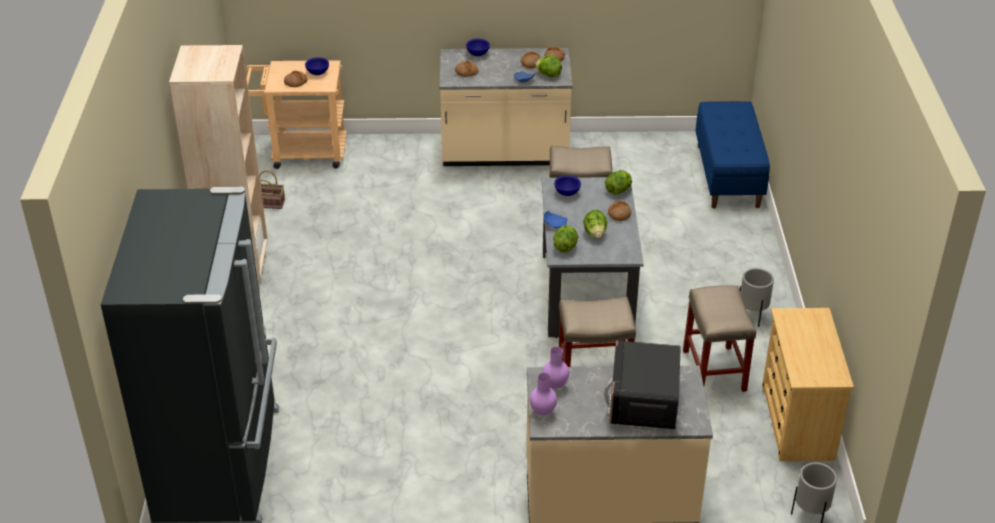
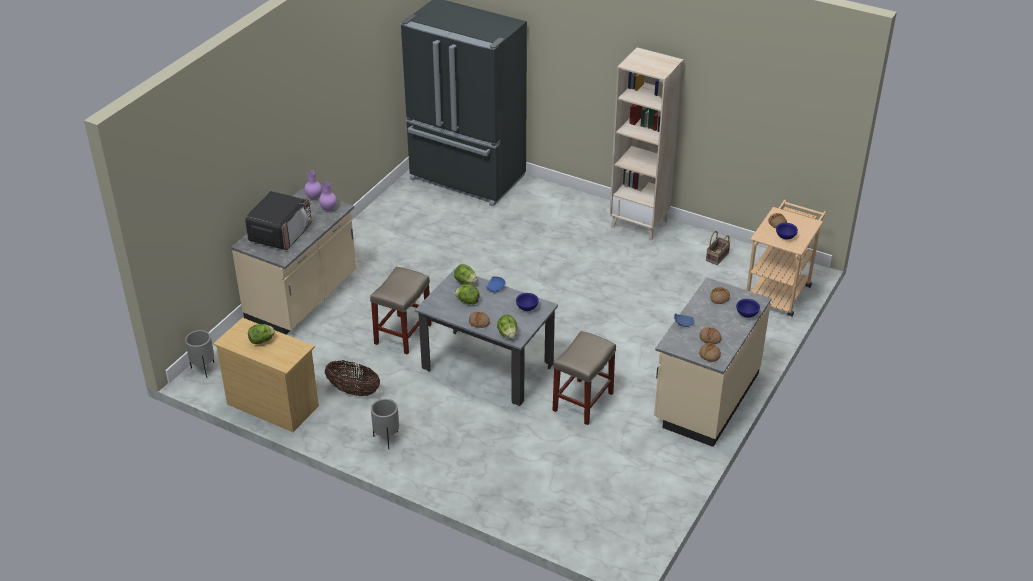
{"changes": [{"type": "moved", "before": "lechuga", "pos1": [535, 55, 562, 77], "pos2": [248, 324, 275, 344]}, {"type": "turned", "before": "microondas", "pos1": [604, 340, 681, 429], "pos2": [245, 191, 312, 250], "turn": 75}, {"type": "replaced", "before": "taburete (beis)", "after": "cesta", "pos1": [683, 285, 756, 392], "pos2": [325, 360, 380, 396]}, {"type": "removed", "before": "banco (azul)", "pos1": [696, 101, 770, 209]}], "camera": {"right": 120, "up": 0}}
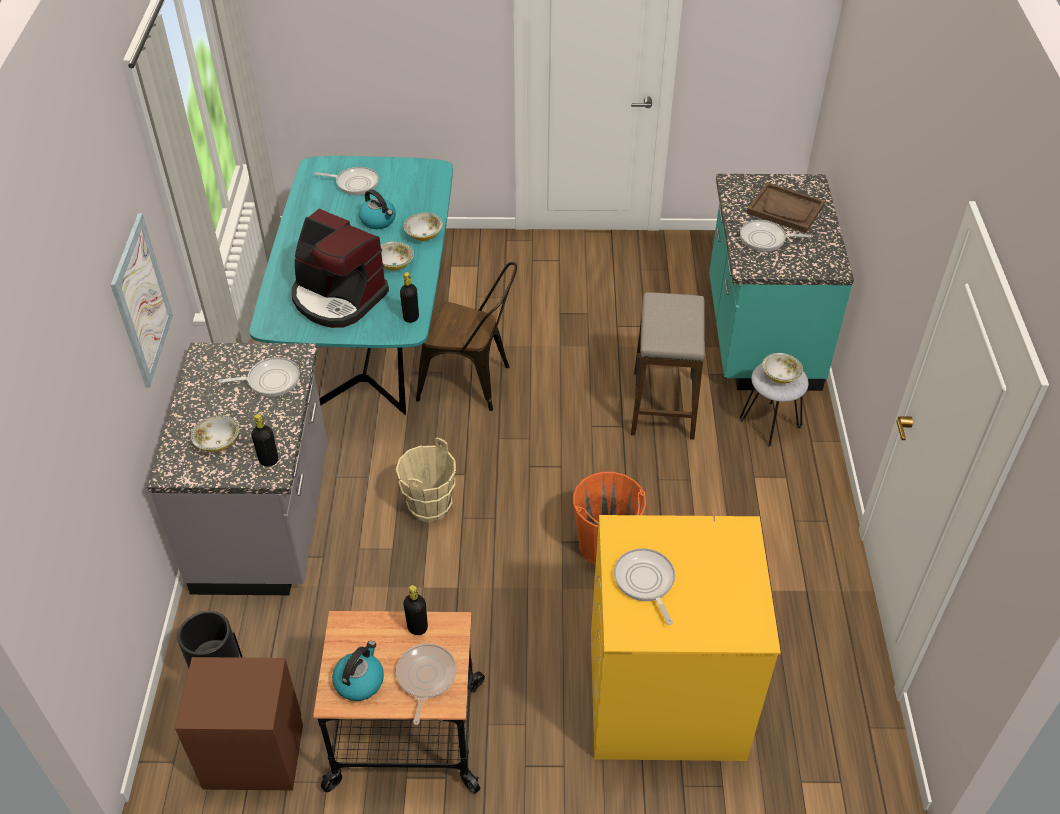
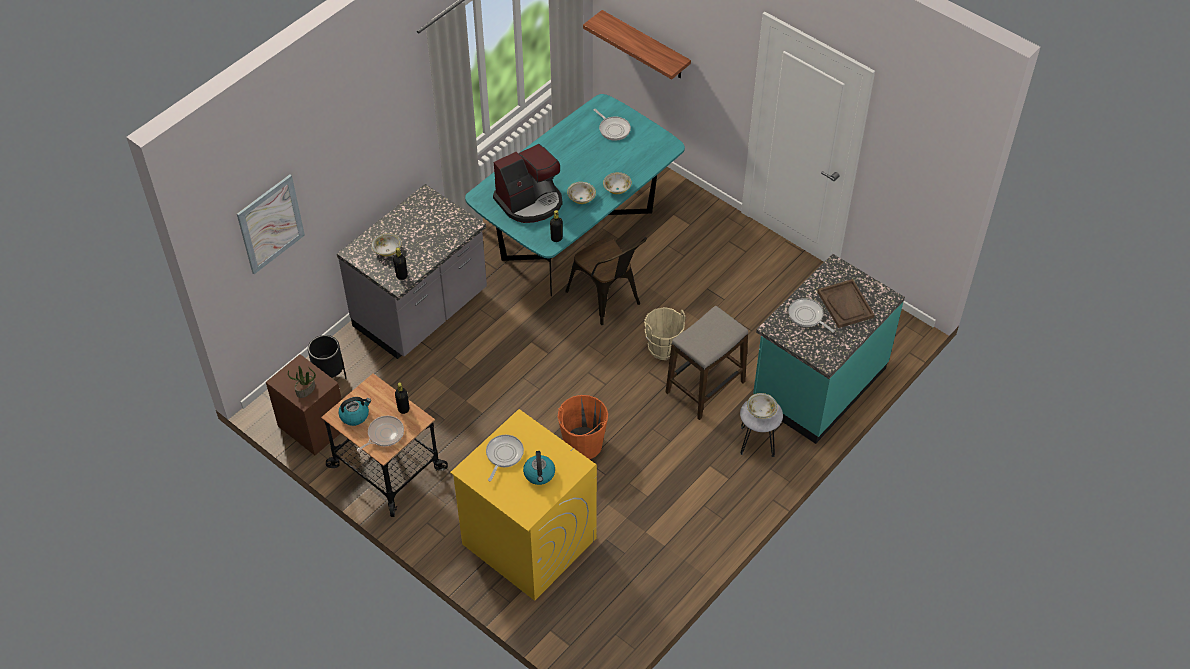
{"changes": [{"type": "moved", "before": "cuadro", "pos1": [111, 213, 173, 387], "pos2": [237, 175, 305, 274]}, {"type": "removed", "before": "sartén", "pos1": [218, 357, 300, 397]}, {"type": "turned", "before": "cafetera", "pos1": [292, 209, 389, 328], "pos2": [493, 144, 563, 223], "turn": -105}, {"type": "moved", "before": "hervidor", "pos1": [359, 189, 396, 229], "pos2": [523, 451, 555, 485]}, {"type": "moved", "before": "cubo (beis)", "pos1": [396, 438, 456, 522], "pos2": [644, 307, 686, 360]}, {"type": "added", "after": "planta en maceta", "pos2": [288, 366, 316, 398]}, {"type": "added", "after": "estante", "pos2": [583, 10, 691, 79]}], "camera": {"right": 40, "up": 5}}
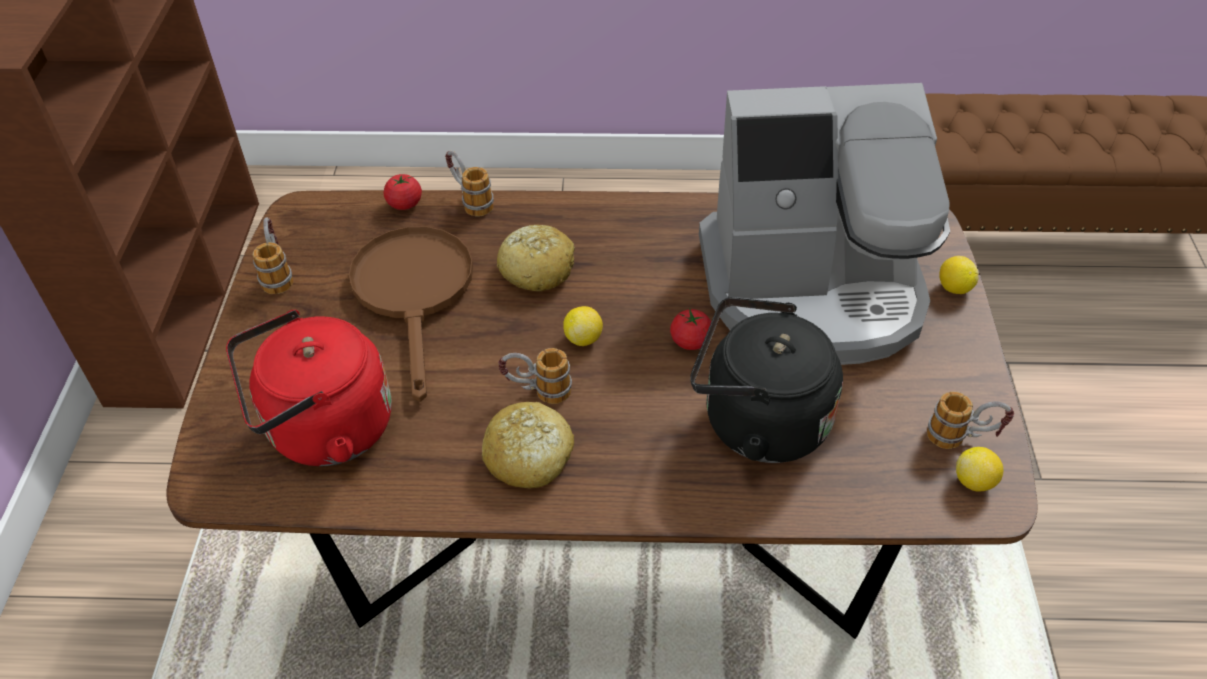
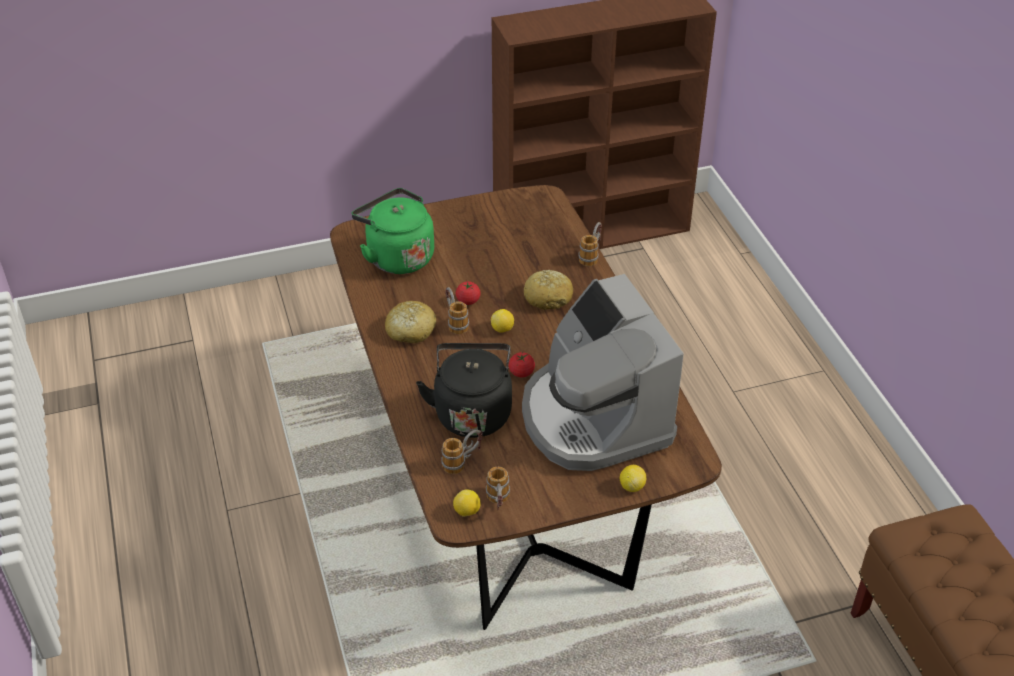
{"changes": [{"type": "recoloured", "before": "hervidor (rojo)", "after": "hervidor (verde)", "pos1": [226, 310, 391, 466], "pos2": [352, 188, 434, 274]}, {"type": "moved", "before": "taza grande", "pos1": [253, 217, 293, 294], "pos2": [441, 430, 483, 474]}, {"type": "removed", "before": "sartén (marrón)", "pos1": [349, 226, 473, 402]}, {"type": "moved", "before": "tomate", "pos1": [384, 174, 422, 210], "pos2": [456, 281, 481, 305]}], "camera": {"right": 70, "up": -5}}
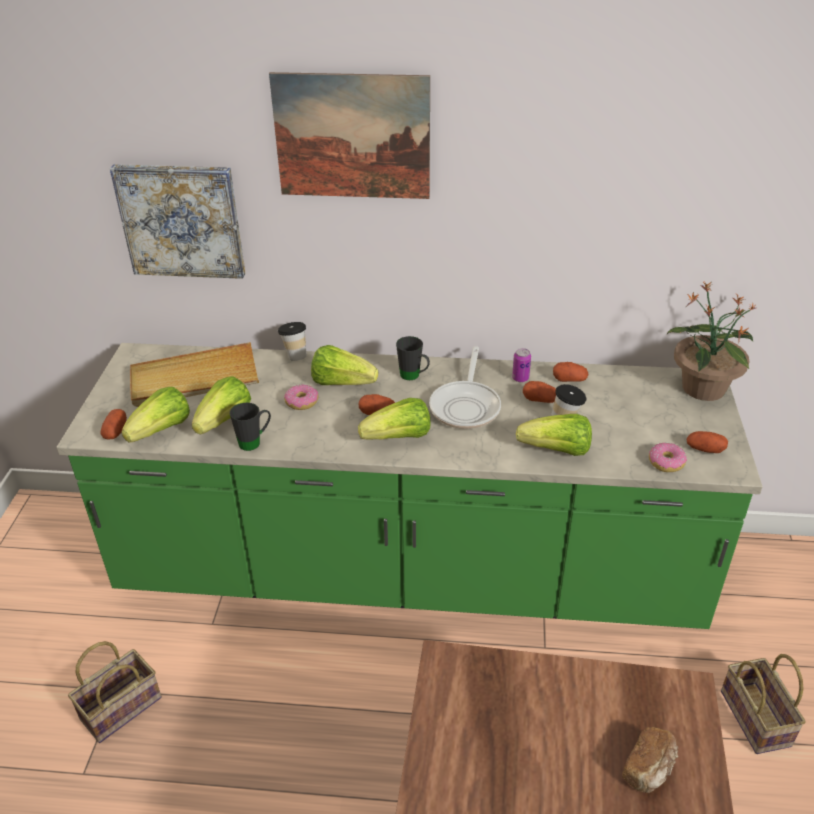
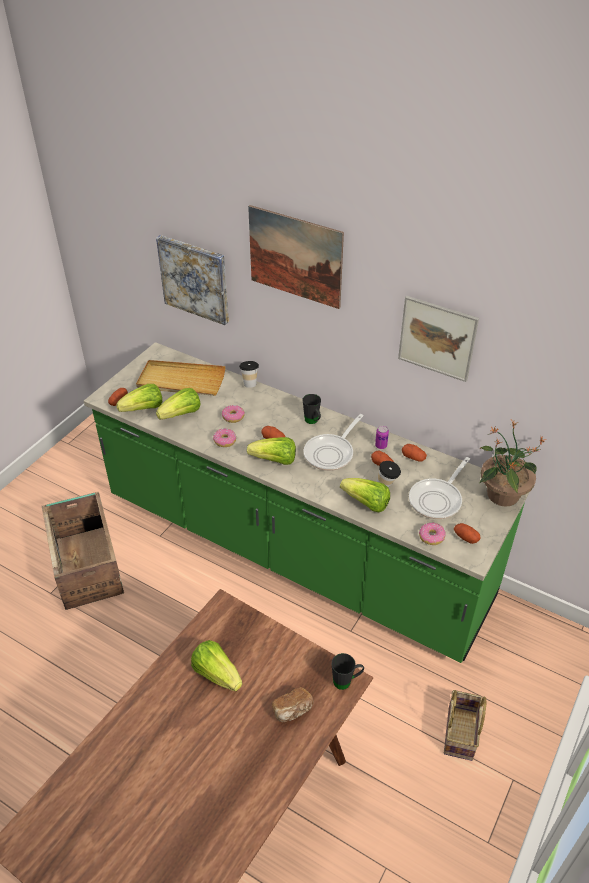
{"changes": [{"type": "replaced", "before": "cesta", "after": "caja de embalaje", "pos1": [68, 641, 162, 743], "pos2": [42, 492, 124, 610]}, {"type": "moved", "before": "taza grande (negro)", "pos1": [230, 403, 271, 451], "pos2": [332, 653, 364, 690]}, {"type": "moved", "before": "lechuga", "pos1": [311, 345, 378, 385], "pos2": [191, 640, 242, 691]}, {"type": "added", "after": "rosquilla", "pos2": [213, 429, 236, 447]}, {"type": "added", "after": "cuadro", "pos2": [398, 296, 479, 382]}, {"type": "added", "after": "sartén", "pos2": [409, 457, 470, 519]}], "camera": {"right": 25, "up": 5}}
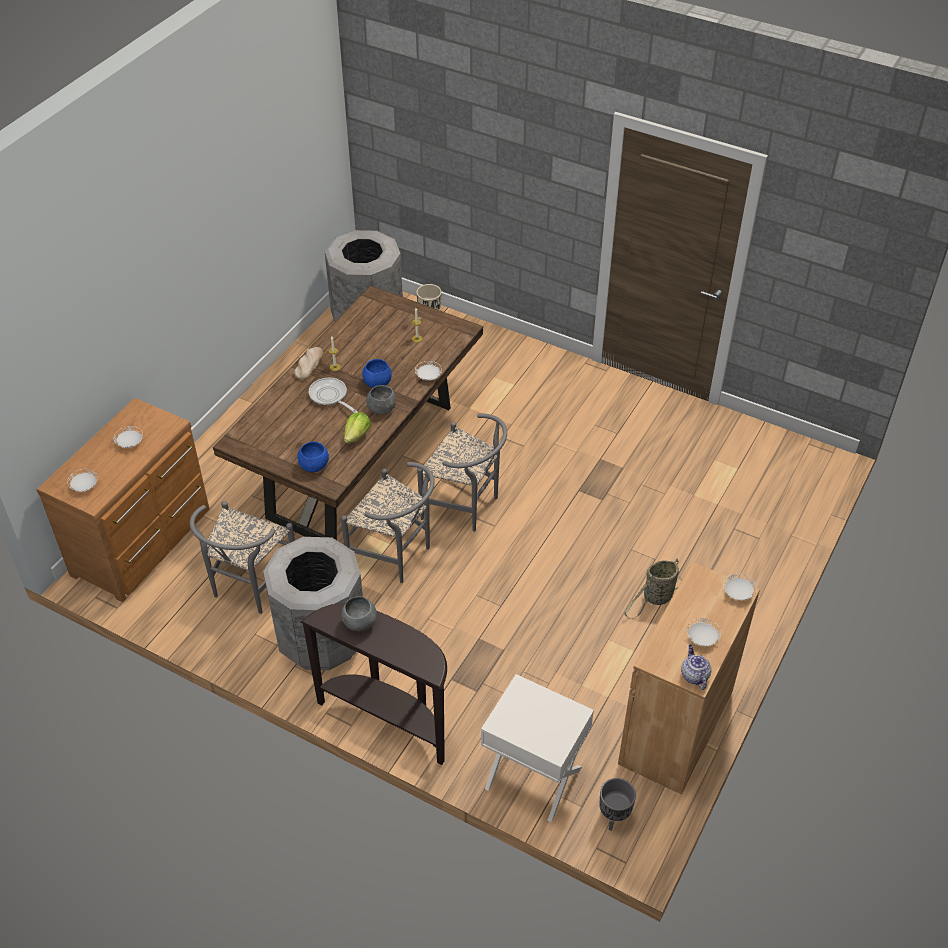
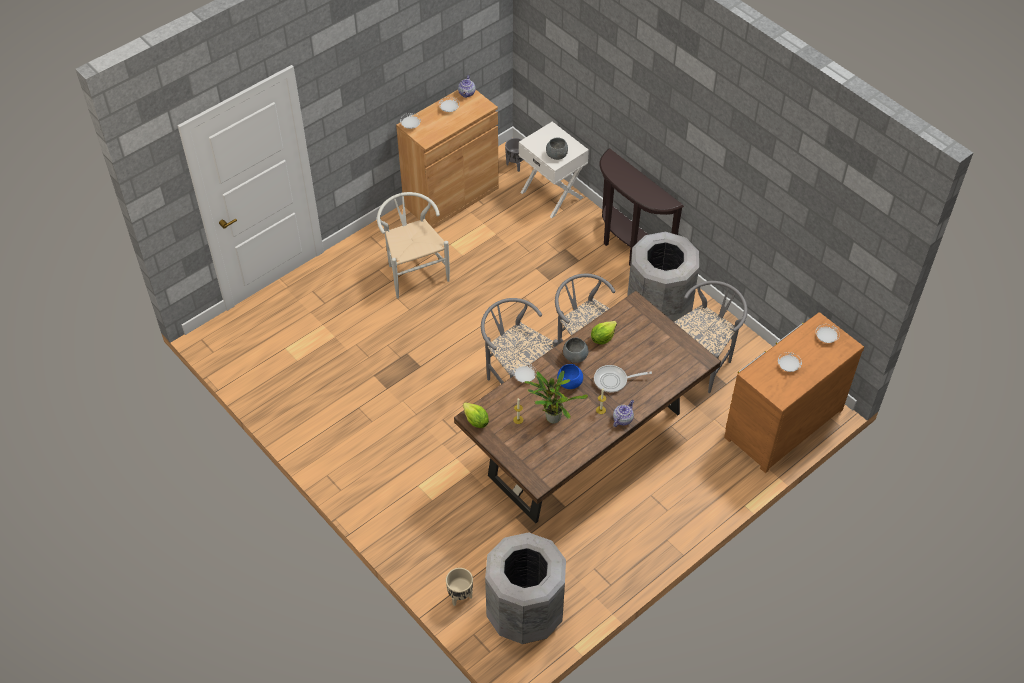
{"changes": [{"type": "replaced", "before": "pan", "after": "tetera", "pos1": [294, 347, 323, 380], "pos2": [613, 400, 634, 427]}, {"type": "removed", "before": "cuenco (azul)", "pos1": [297, 441, 329, 472]}, {"type": "turned", "before": "sartén", "pos1": [309, 378, 358, 413], "pos2": [594, 365, 652, 393], "turn": 105}, {"type": "moved", "before": "cuenco (gris)", "pos1": [341, 597, 377, 631], "pos2": [546, 138, 568, 160]}, {"type": "replaced", "before": "cesta", "after": "silla (blanco)", "pos1": [624, 558, 682, 619], "pos2": [377, 192, 450, 299]}, {"type": "added", "after": "lechuga", "pos2": [463, 402, 489, 428]}, {"type": "added", "after": "planta en maceta", "pos2": [524, 371, 588, 424]}], "camera": {"right": -160, "up": 5}}
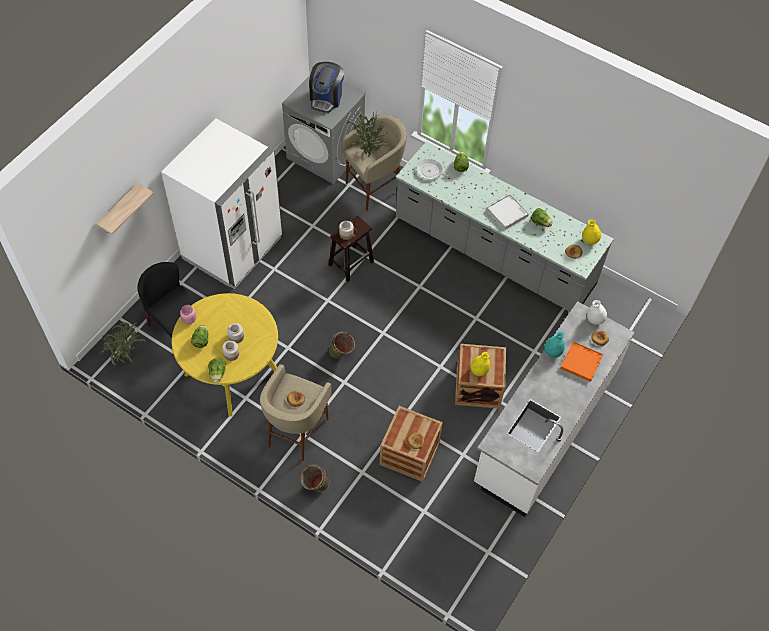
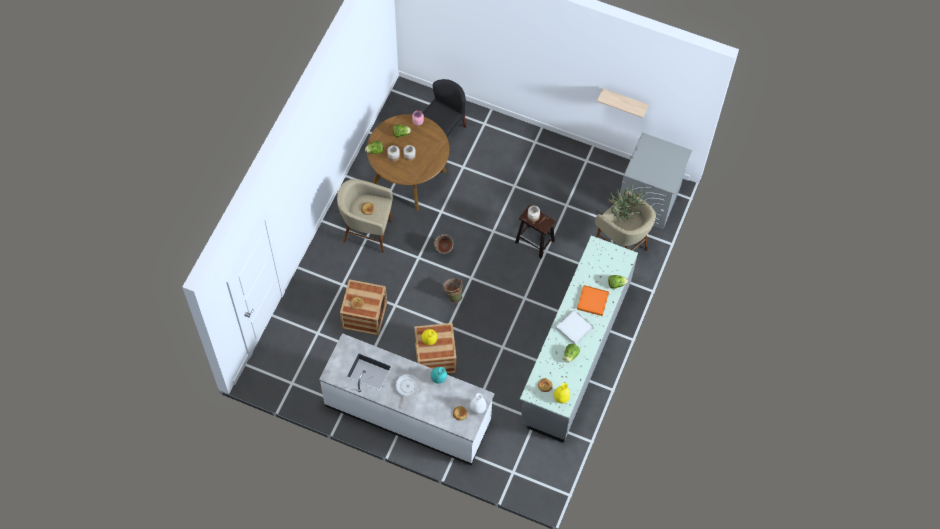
{"changes": [{"type": "moved", "before": "estante", "pos1": [96, 183, 154, 234], "pos2": [597, 89, 648, 118]}, {"type": "removed", "before": "planta en maceta", "pos1": [97, 322, 146, 365]}, {"type": "removed", "before": "nevera (blanco)", "pos1": [161, 118, 283, 289]}, {"type": "recoloured", "before": "mesa de comedor (amarillo)", "after": "mesa de comedor (marrón)", "pos1": [172, 293, 278, 416], "pos2": [367, 114, 449, 211]}, {"type": "moved", "before": "cubo (verde)", "pos1": [301, 464, 329, 492], "pos2": [443, 278, 463, 303]}, {"type": "removed", "before": "cafetera", "pos1": [309, 62, 344, 113]}, {"type": "moved", "before": "sartén", "pos1": [417, 159, 455, 179], "pos2": [396, 374, 420, 409]}, {"type": "moved", "before": "bandeja (naranja)", "pos1": [560, 341, 603, 382], "pos2": [577, 285, 609, 316]}], "camera": {"right": 80, "up": 5}}
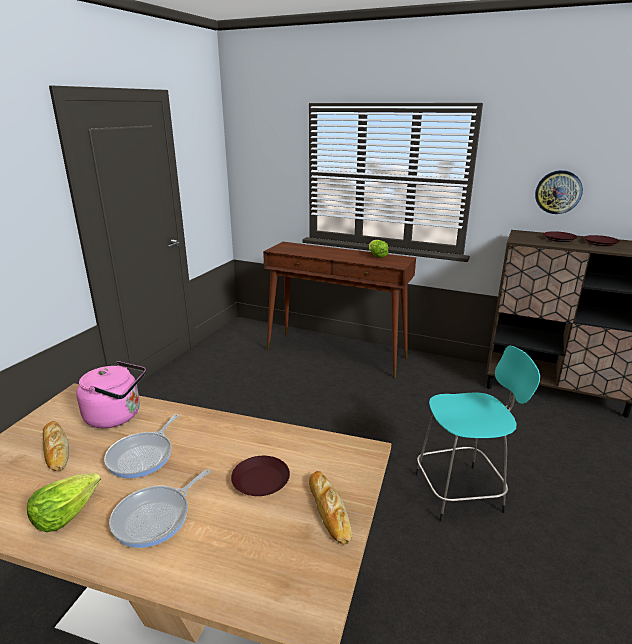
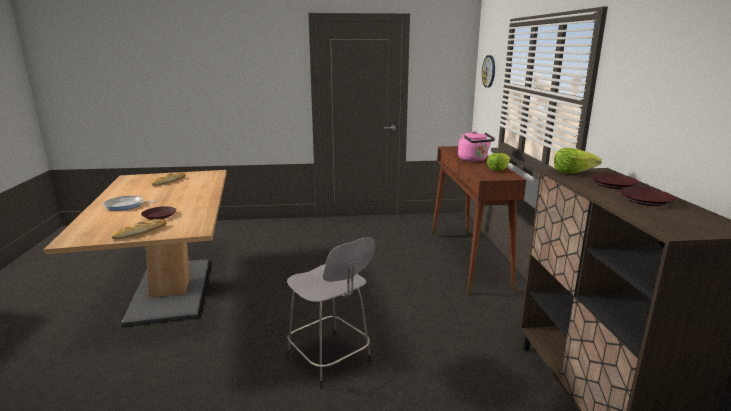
{"changes": [{"type": "moved", "before": "lechuga", "pos1": [27, 473, 101, 532], "pos2": [554, 148, 602, 173]}, {"type": "moved", "before": "hervidor (rosa)", "pos1": [76, 361, 146, 428], "pos2": [458, 131, 495, 162]}, {"type": "removed", "before": "sartén", "pos1": [104, 415, 179, 478]}, {"type": "recoloured", "before": "taburete (turquesa)", "after": "taburete (gris)", "pos1": [416, 345, 540, 522], "pos2": [287, 237, 375, 389]}, {"type": "moved", "before": "reloj de pared", "pos1": [535, 170, 583, 214], "pos2": [482, 55, 495, 88]}], "camera": {"right": 60, "up": -5}}
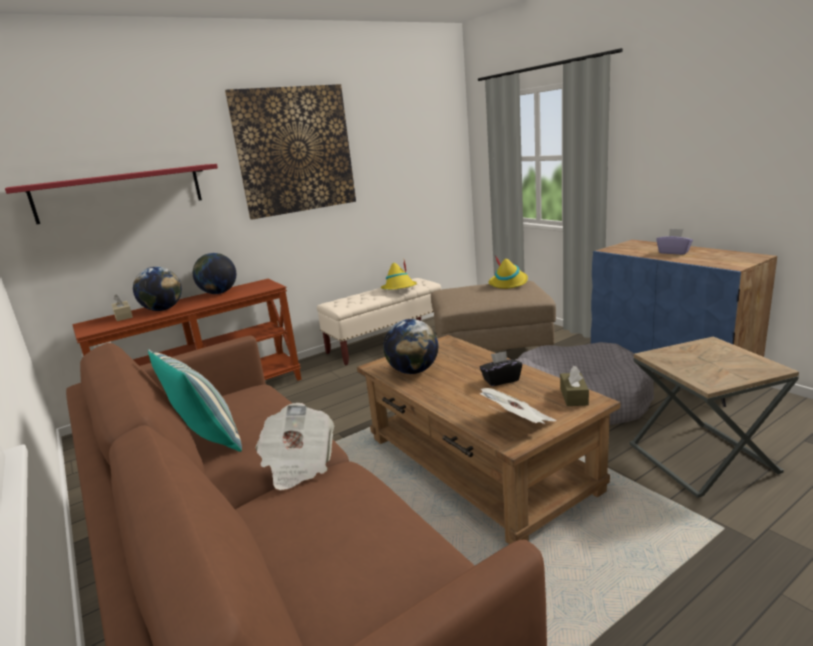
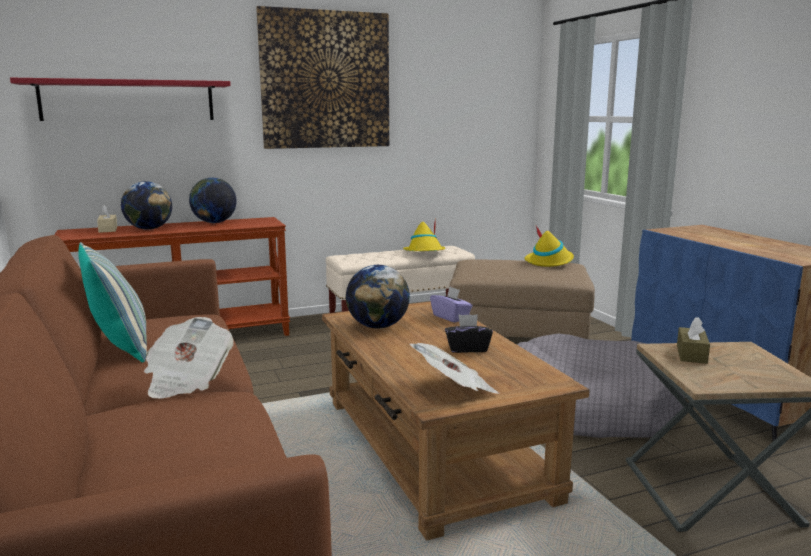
{"changes": [{"type": "moved", "before": "caja de pañuelos (marrón)", "pos1": [560, 366, 589, 406], "pos2": [677, 317, 710, 364]}, {"type": "moved", "before": "caja de pañuelos (morado)", "pos1": [656, 229, 693, 255], "pos2": [430, 286, 473, 322]}], "camera": {"right": 10, "up": -5}}
